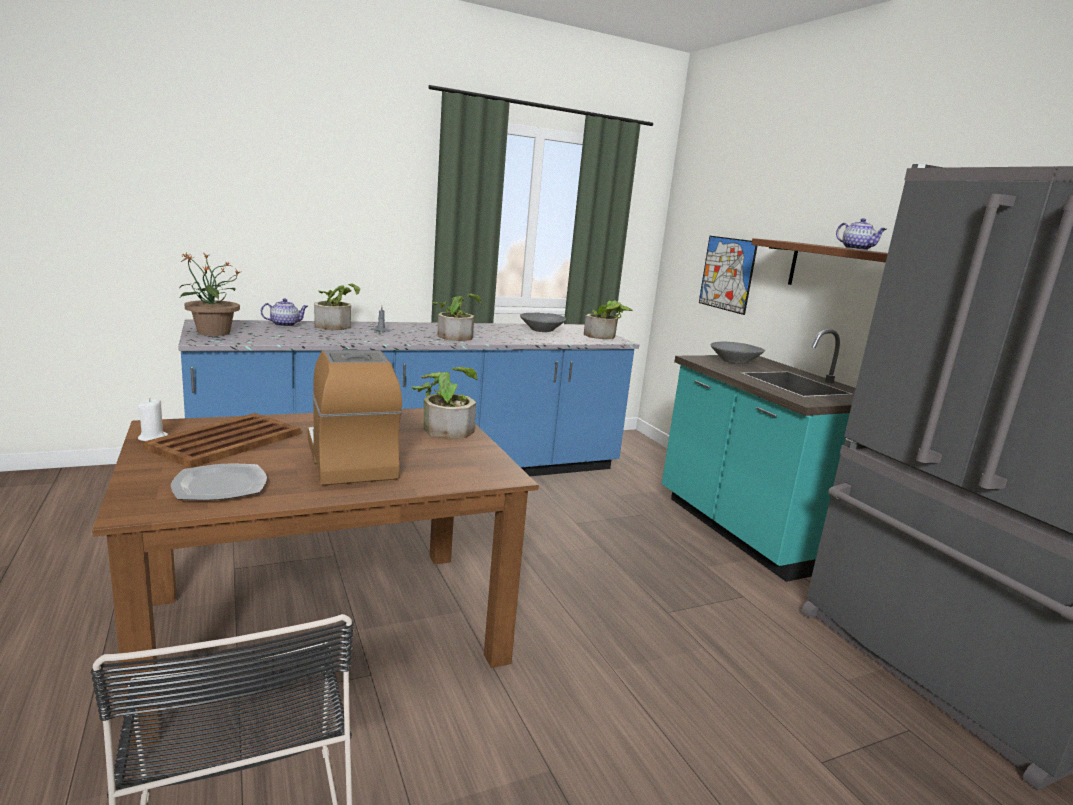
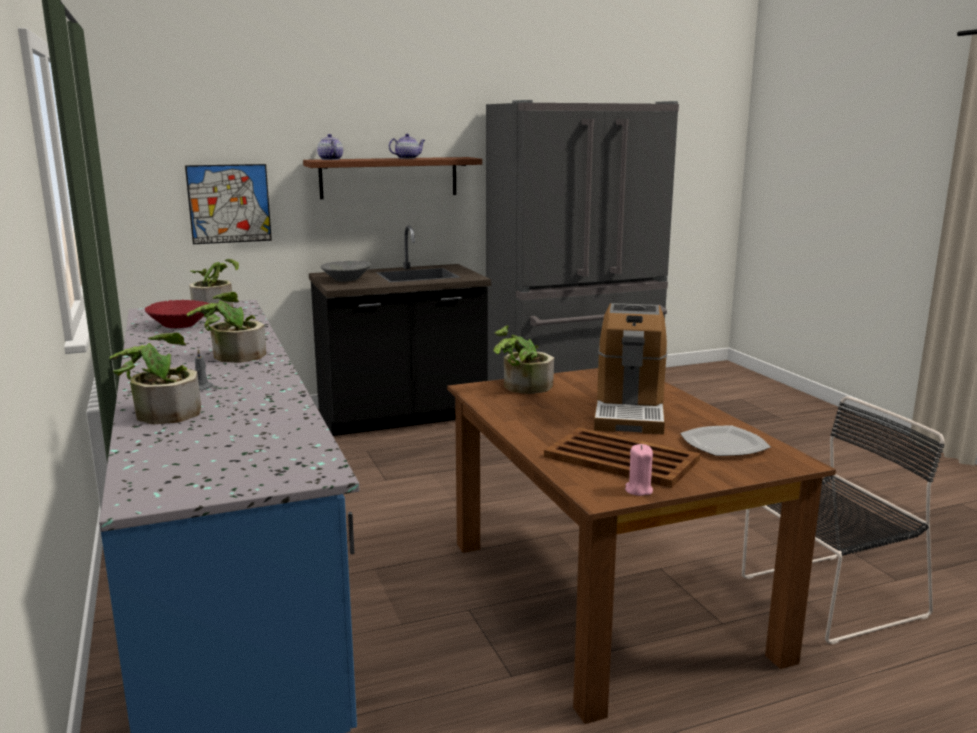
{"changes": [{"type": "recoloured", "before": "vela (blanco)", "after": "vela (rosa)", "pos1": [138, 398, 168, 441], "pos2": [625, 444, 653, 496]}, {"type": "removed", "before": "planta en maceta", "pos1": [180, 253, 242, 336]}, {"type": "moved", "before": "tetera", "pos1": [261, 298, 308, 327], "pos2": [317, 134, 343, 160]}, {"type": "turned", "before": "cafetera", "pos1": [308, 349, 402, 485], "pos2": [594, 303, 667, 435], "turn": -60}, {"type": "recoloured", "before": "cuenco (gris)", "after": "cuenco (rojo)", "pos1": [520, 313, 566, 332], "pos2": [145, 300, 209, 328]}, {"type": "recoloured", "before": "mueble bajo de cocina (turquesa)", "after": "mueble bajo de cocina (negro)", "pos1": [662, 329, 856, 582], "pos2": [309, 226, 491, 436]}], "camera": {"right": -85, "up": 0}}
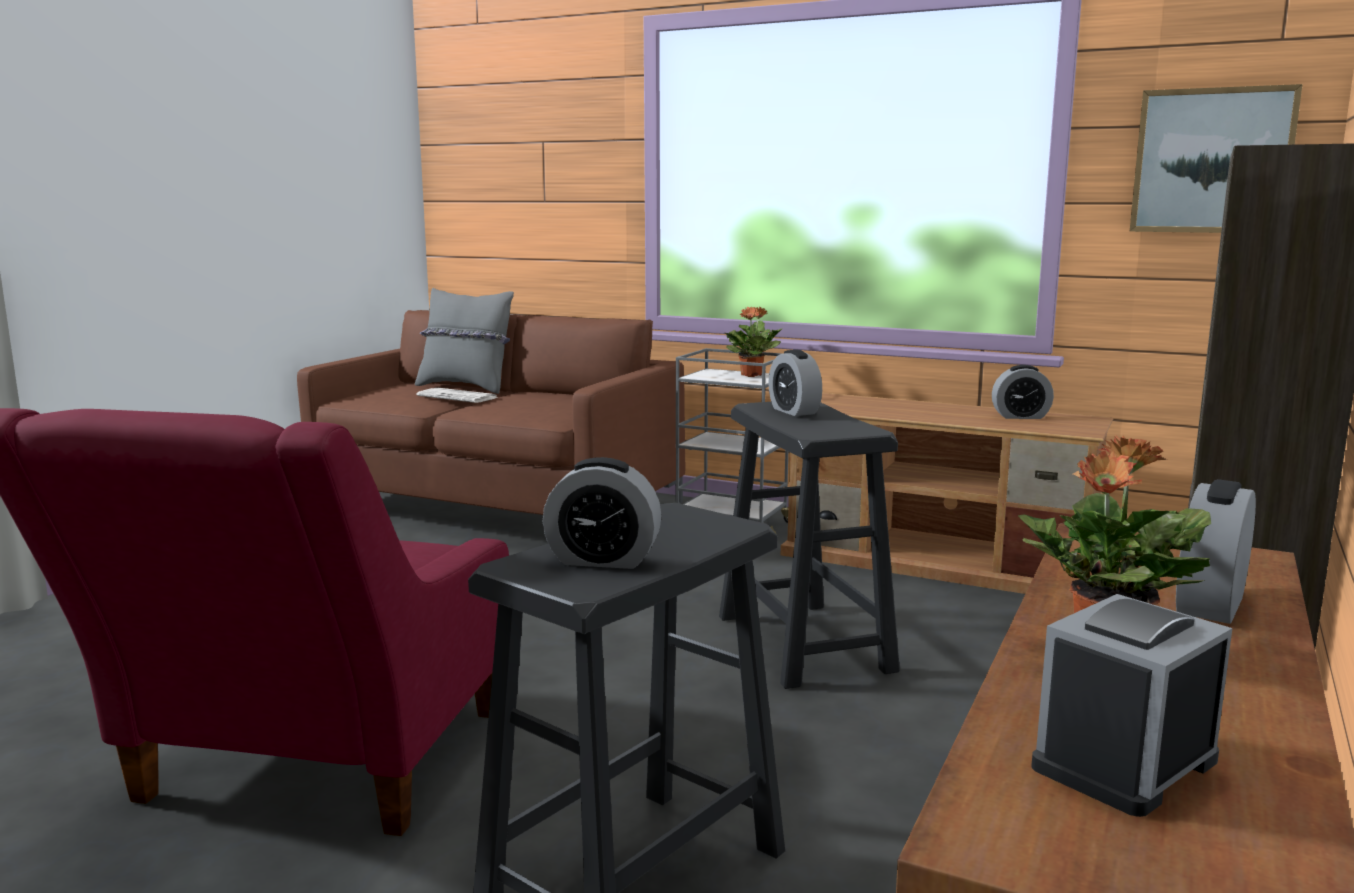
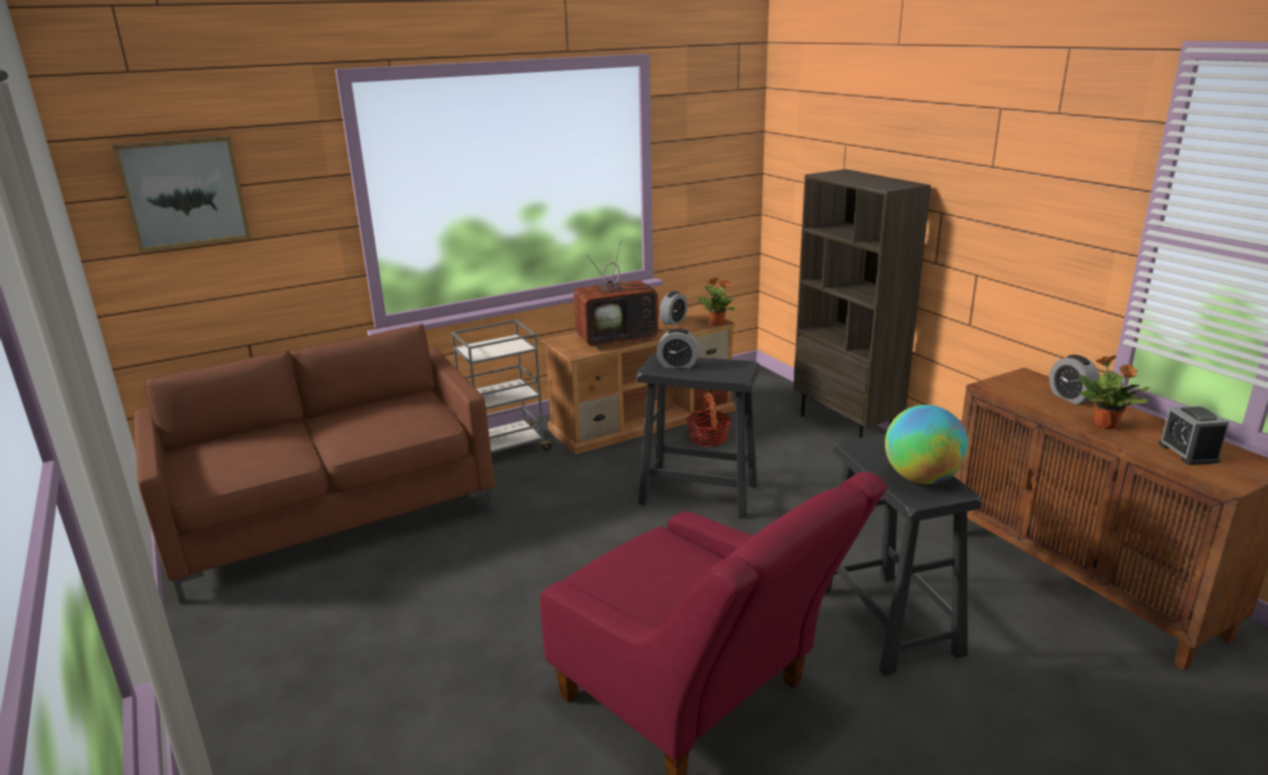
{"changes": [{"type": "removed", "before": "cojín (gris)", "pos1": [415, 288, 514, 394]}, {"type": "removed", "before": "periódico", "pos1": [417, 388, 499, 403]}, {"type": "replaced", "before": "despertador", "after": "globo terráqueo", "pos1": [542, 457, 661, 569], "pos2": [885, 405, 969, 484]}, {"type": "moved", "before": "planta en maceta", "pos1": [724, 307, 783, 377], "pos2": [696, 278, 738, 325]}, {"type": "moved", "before": "cuadro", "pos1": [1129, 84, 1303, 233], "pos2": [112, 136, 251, 253]}, {"type": "added", "after": "televisor", "pos2": [573, 239, 664, 349]}, {"type": "added", "after": "cesta", "pos2": [686, 393, 732, 447]}], "camera": {"right": -55, "up": 10}}
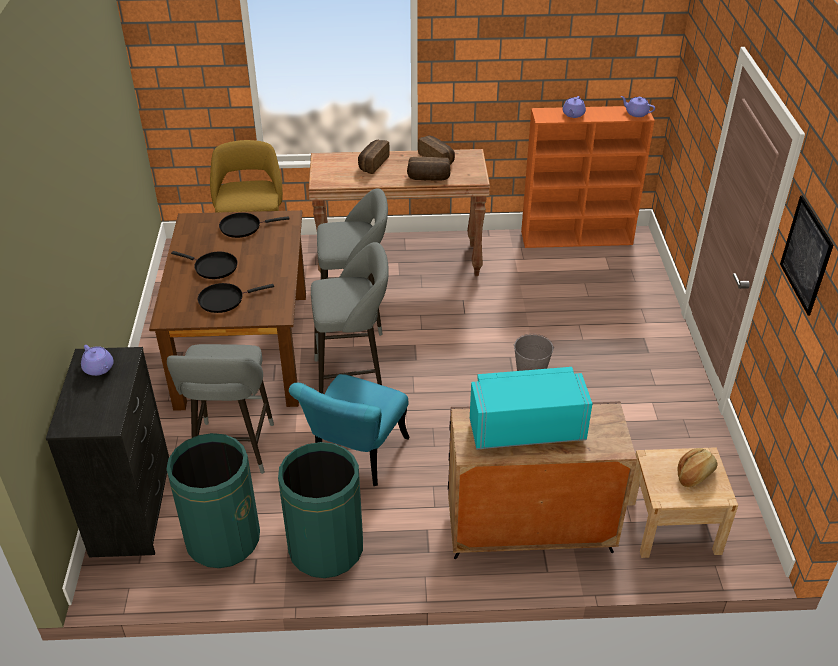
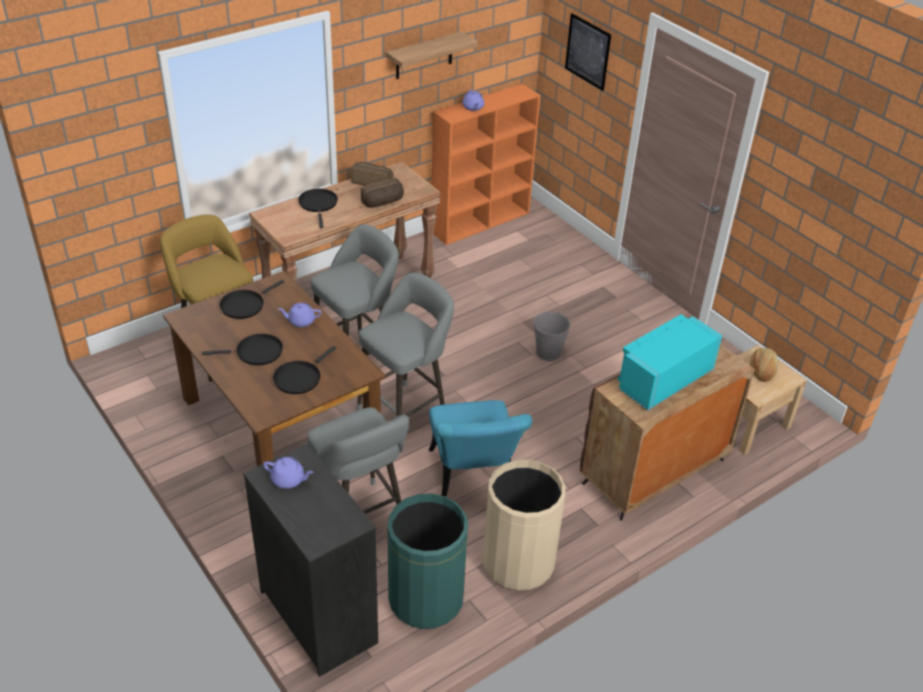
{"changes": [{"type": "recoloured", "before": "papelera (verde)", "after": "papelera (beis)", "pos1": [278, 442, 363, 578], "pos2": [482, 459, 565, 591]}, {"type": "replaced", "before": "pan", "after": "sartén (negro)", "pos1": [358, 140, 390, 174], "pos2": [298, 189, 338, 228]}, {"type": "moved", "before": "tetera (morado)", "pos1": [621, 96, 655, 117], "pos2": [278, 303, 321, 327]}, {"type": "moved", "before": "cuadro", "pos1": [780, 195, 833, 315], "pos2": [565, 13, 611, 91]}, {"type": "added", "after": "estante", "pos2": [386, 31, 478, 79]}], "camera": {"right": -35, "up": 0}}
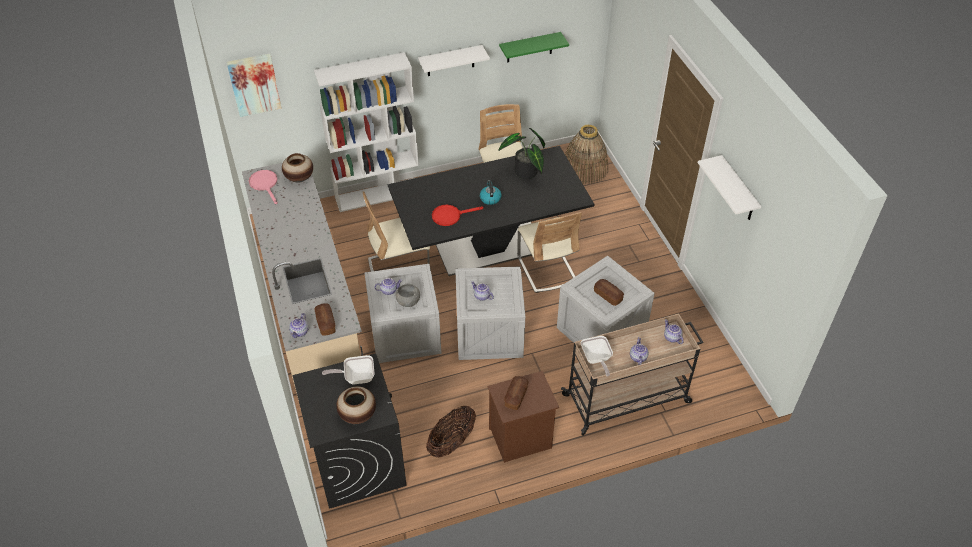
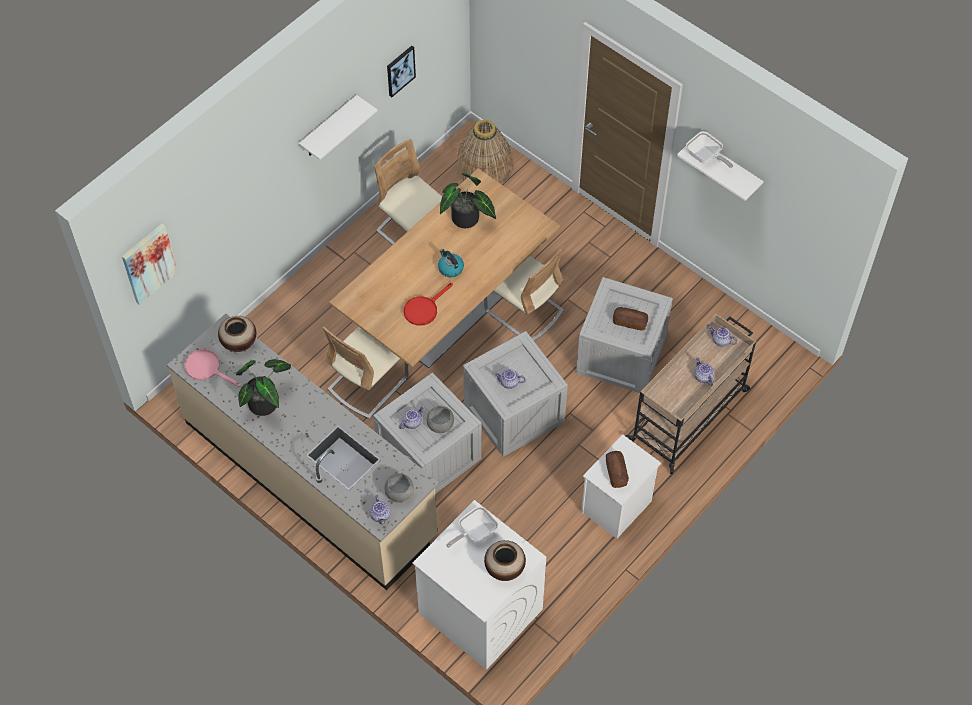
{"changes": [{"type": "recoloured", "before": "lavadora (negro)", "after": "lavadora (blanco)", "pos1": [292, 354, 406, 509], "pos2": [412, 500, 546, 670]}, {"type": "removed", "before": "estantería (blanco)", "pos1": [314, 52, 419, 212]}, {"type": "replaced", "before": "pan", "after": "cuenco (gris)", "pos1": [314, 303, 336, 336], "pos2": [385, 473, 414, 503]}, {"type": "recoloured", "before": "mesa de comedor (negro)", "after": "mesa de comedor (beis)", "pos1": [388, 146, 594, 276], "pos2": [329, 168, 560, 368]}, {"type": "removed", "before": "cesta", "pos1": [426, 406, 476, 457]}, {"type": "recoloured", "before": "mesita de noche (marrón)", "after": "mesita de noche (blanco)", "pos1": [488, 371, 559, 463], "pos2": [581, 434, 661, 539]}, {"type": "replaced", "before": "estante (verde)", "after": "cuadro", "pos1": [499, 32, 569, 63], "pos2": [387, 46, 416, 97]}, {"type": "moved", "before": "sartén", "pos1": [581, 336, 613, 377], "pos2": [686, 131, 733, 168]}, {"type": "added", "after": "planta en maceta", "pos2": [236, 359, 291, 416]}], "camera": {"right": -30, "up": 10}}
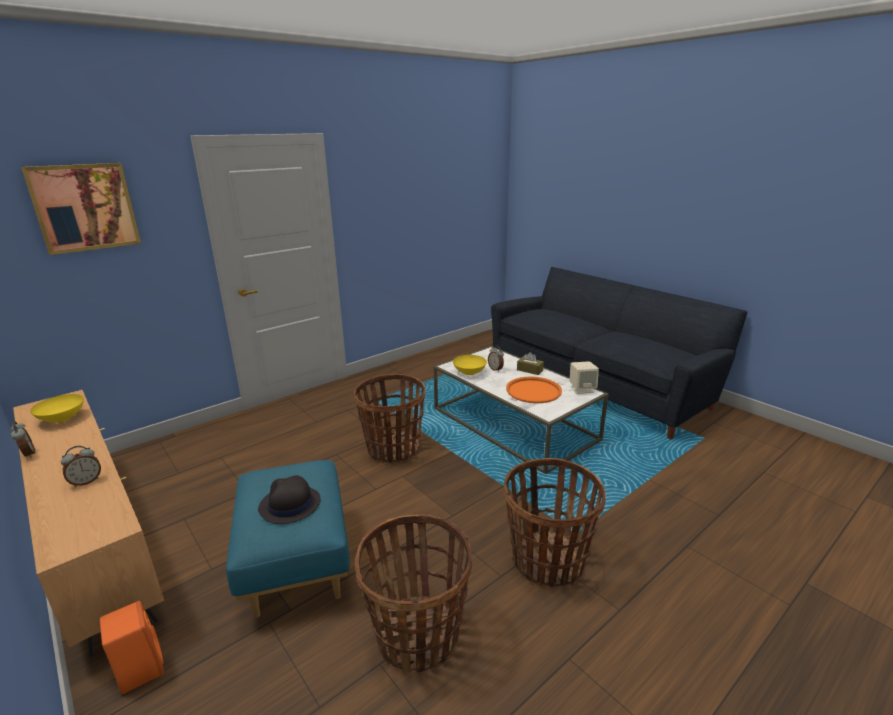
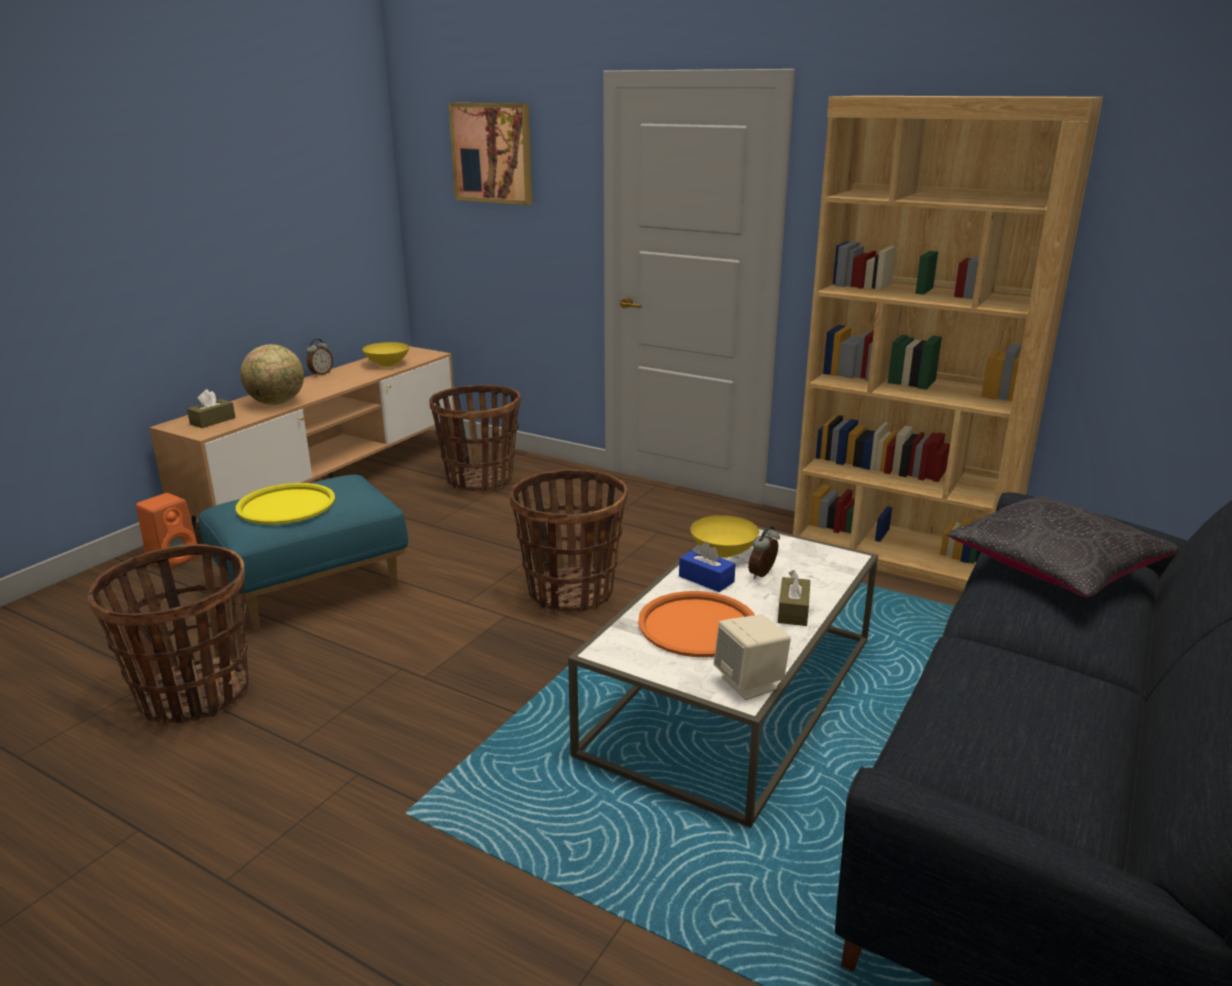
{"changes": [{"type": "replaced", "before": "despertador", "after": "globo terráqueo", "pos1": [61, 446, 101, 487], "pos2": [240, 344, 304, 405]}, {"type": "replaced", "before": "sombrero (negro)", "after": "bandeja (amarillo)", "pos1": [258, 475, 321, 524], "pos2": [236, 483, 335, 524]}, {"type": "moved", "before": "cesta", "pos1": [504, 458, 606, 588], "pos2": [429, 385, 521, 492]}, {"type": "added", "after": "caja de pañuelos (marrón)", "pos2": [187, 389, 235, 428]}, {"type": "added", "after": "caja de pañuelos (azul)", "pos2": [679, 542, 736, 592]}, {"type": "added", "after": "estantería (marrón)", "pos2": [793, 96, 1103, 591]}, {"type": "added", "after": "cojín (negro)", "pos2": [947, 496, 1180, 597]}], "camera": {"right": 70, "up": 0}}
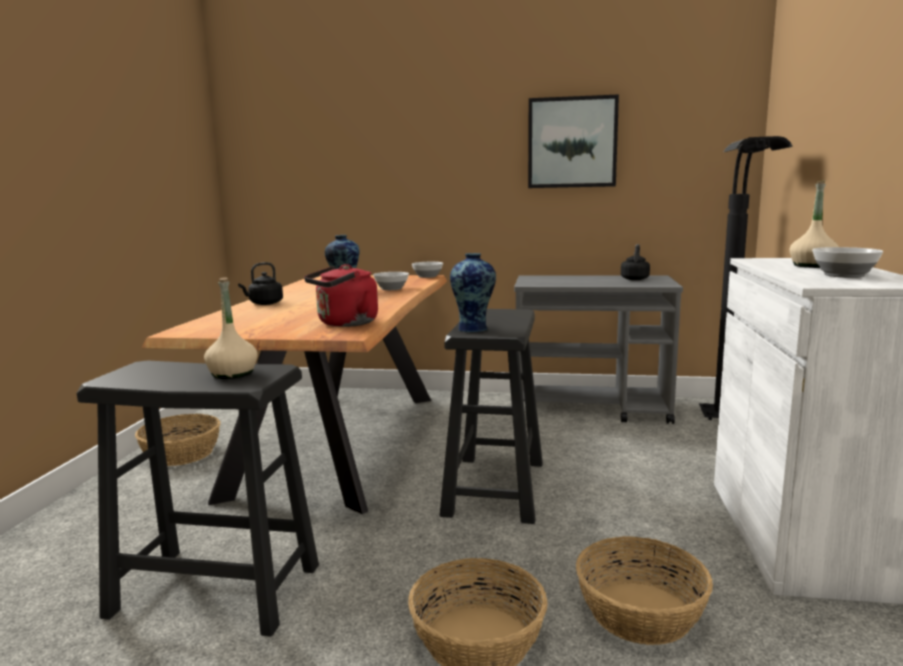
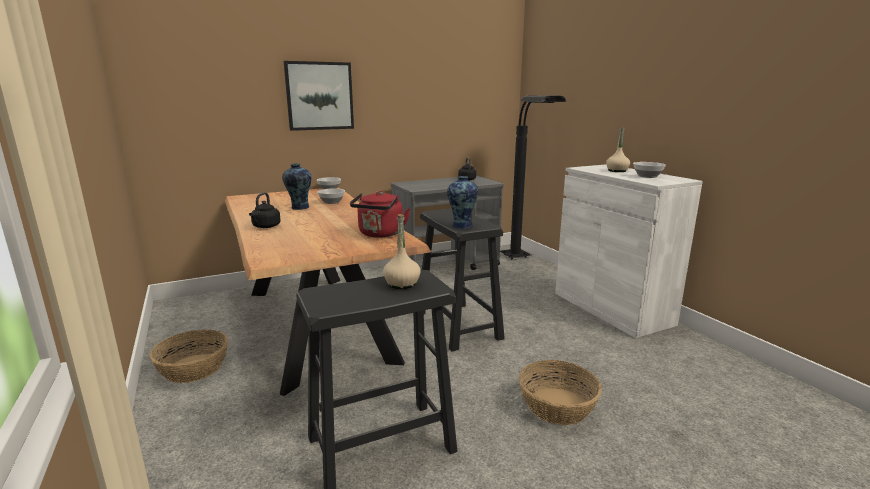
{"changes": [{"type": "moved", "before": "cuadro", "pos1": [528, 94, 619, 188], "pos2": [284, 61, 354, 131]}, {"type": "removed", "before": "cesta", "pos1": [576, 536, 713, 645]}], "camera": {"right": -35, "up": 5}}
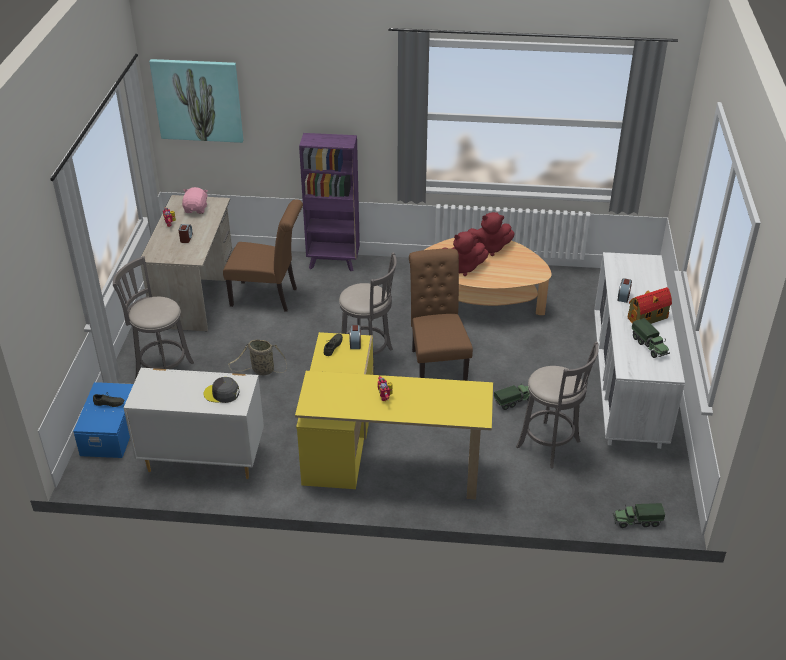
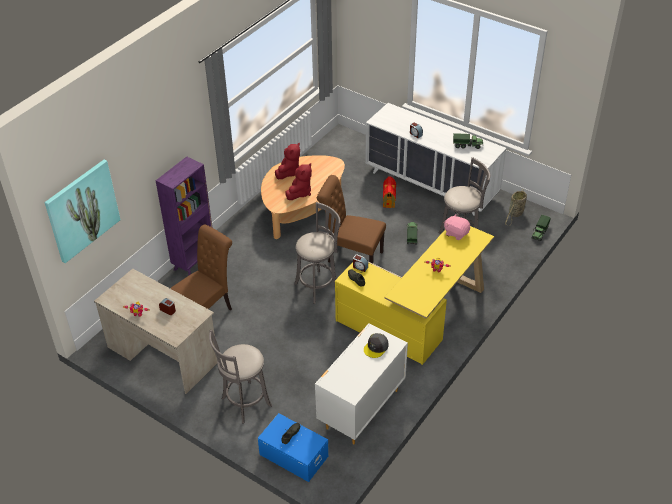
{"changes": [{"type": "moved", "before": "peluche (rosa)", "pos1": [182, 187, 208, 214], "pos2": [444, 214, 470, 240]}, {"type": "moved", "before": "cesta", "pos1": [228, 340, 287, 375], "pos2": [505, 189, 527, 226]}, {"type": "moved", "before": "casita", "pos1": [627, 287, 672, 324], "pos2": [383, 176, 396, 208]}], "camera": {"right": -60, "up": 5}}
